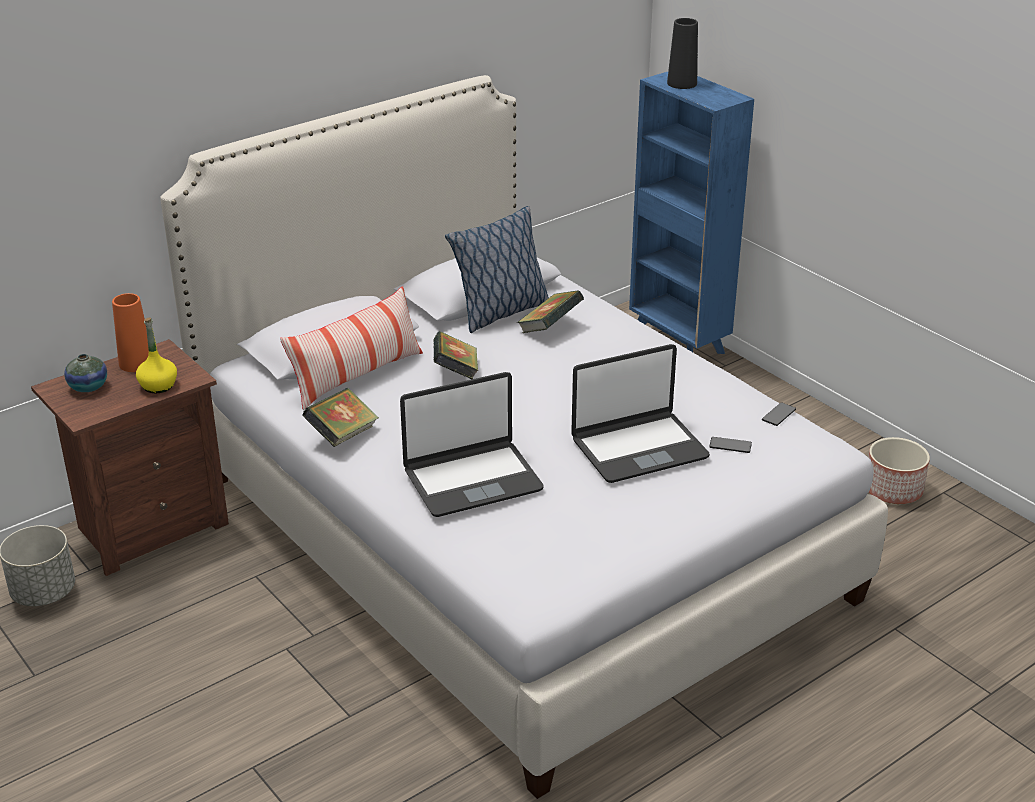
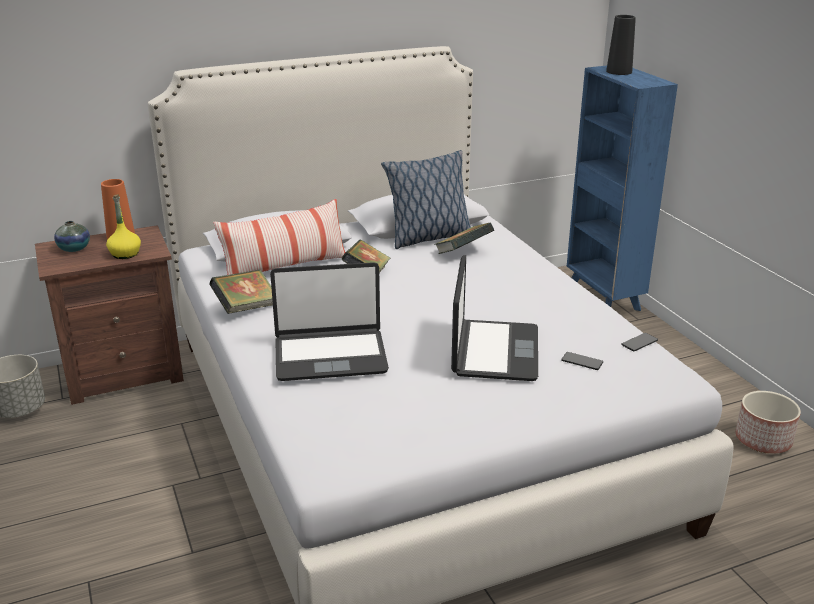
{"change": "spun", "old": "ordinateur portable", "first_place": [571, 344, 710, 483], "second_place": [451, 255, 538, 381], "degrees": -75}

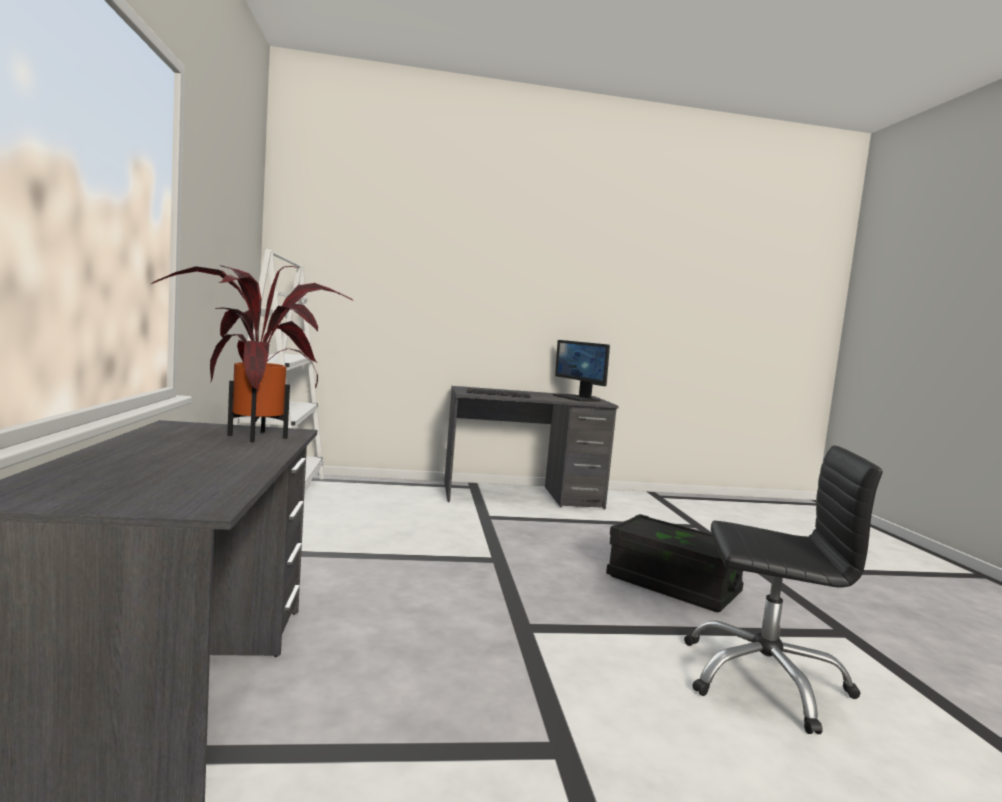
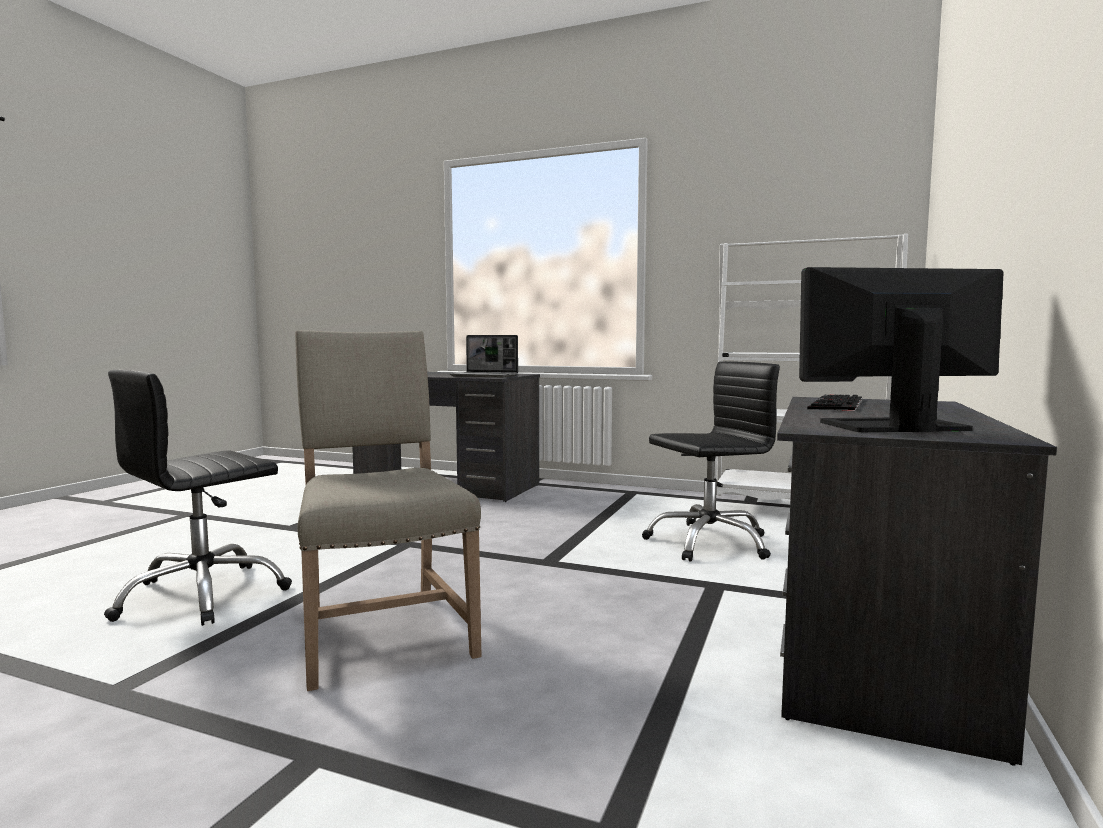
{"change": "appeared", "new": "chaise de bureau (noir)", "second_place": [642, 361, 780, 562]}
{"change": "exchanged", "old": "plante en pot", "new": "ordinateur portable", "first_place": [151, 265, 354, 442], "second_place": [450, 335, 518, 377]}
{"change": "exchanged", "old": "boîte de rangement (noir)", "new": "chaise (beige)", "first_place": [606, 514, 744, 612], "second_place": [295, 330, 481, 691]}

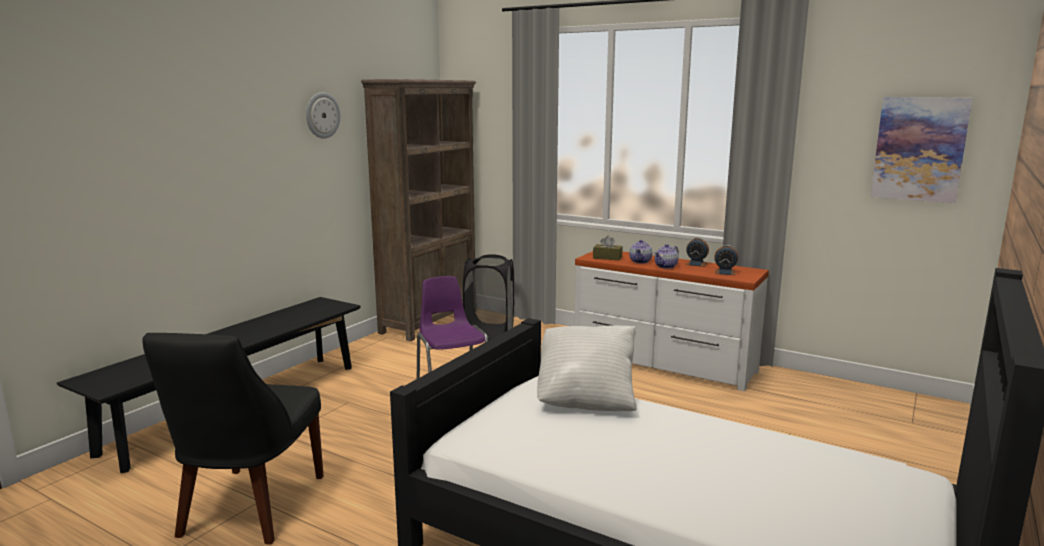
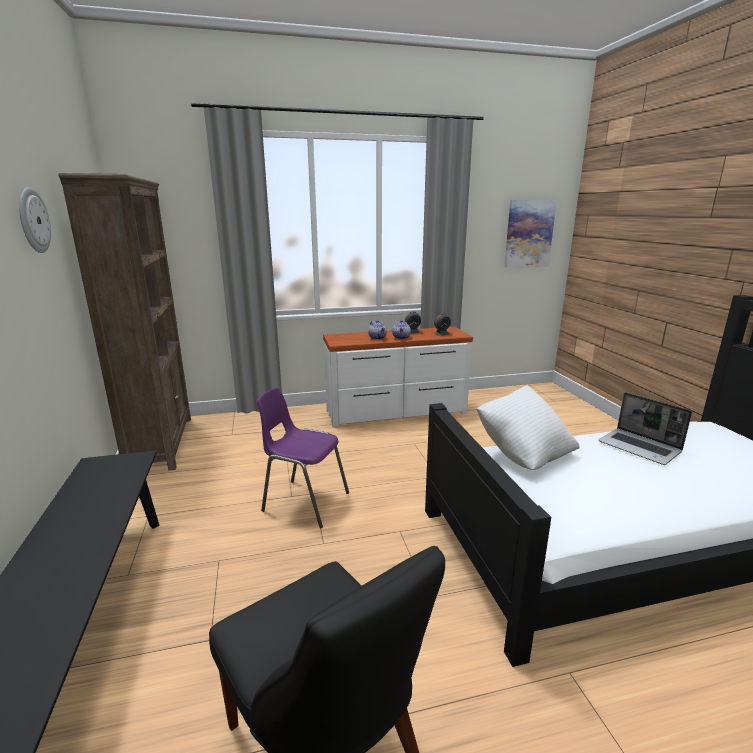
{"change": "missing", "old": "panier à linge (noir)", "first_place": [463, 254, 514, 341]}
{"change": "missing", "old": "boîte à mouchoirs (marron)", "first_place": [593, 236, 623, 260]}
{"change": "appeared", "new": "ordinateur portable", "second_place": [598, 392, 692, 465]}

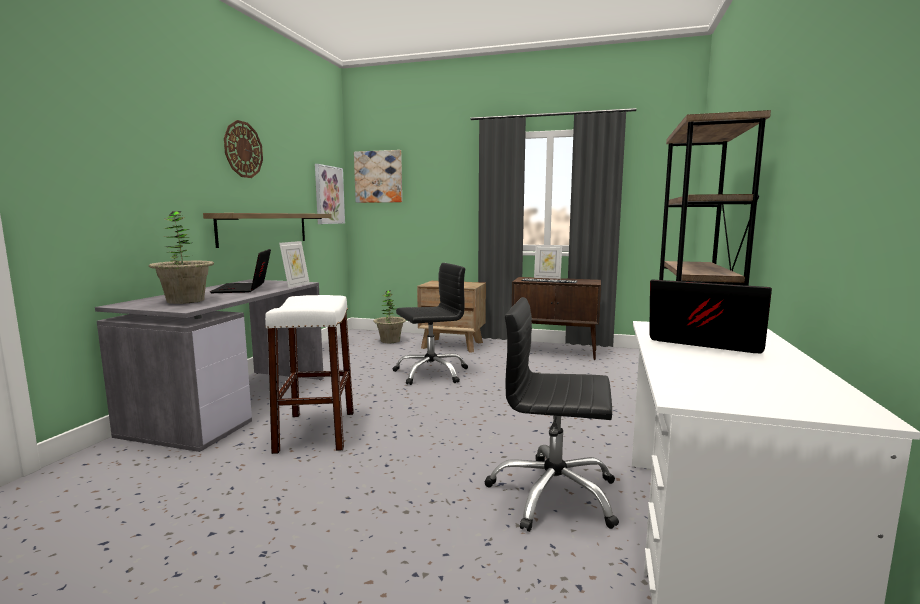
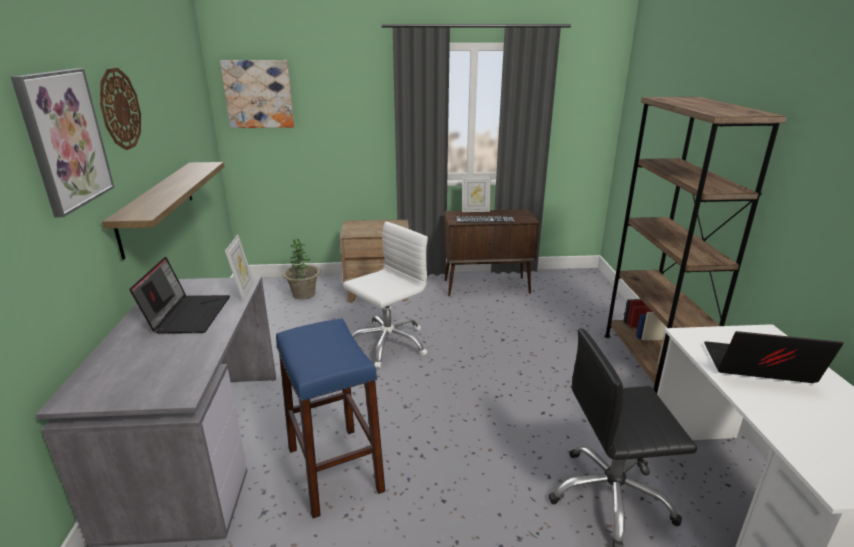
{"change": "missing", "old": "plante en pot", "first_place": [149, 211, 214, 304]}
{"change": "relocated", "old": "tableau", "first_place": [315, 164, 345, 224], "second_place": [11, 68, 114, 217]}
{"change": "colour", "old": "tabouret (blanc)", "new": "tabouret (bleu)", "first_place": [265, 295, 354, 454], "second_place": [276, 319, 385, 518]}
{"change": "colour", "old": "chaise de bureau (noir)", "new": "chaise de bureau (blanc)", "first_place": [393, 263, 468, 385], "second_place": [343, 221, 428, 368]}
{"change": "spun", "old": "ordinateur portable", "first_place": [210, 249, 271, 293], "second_place": [129, 257, 230, 334], "degrees": -150}

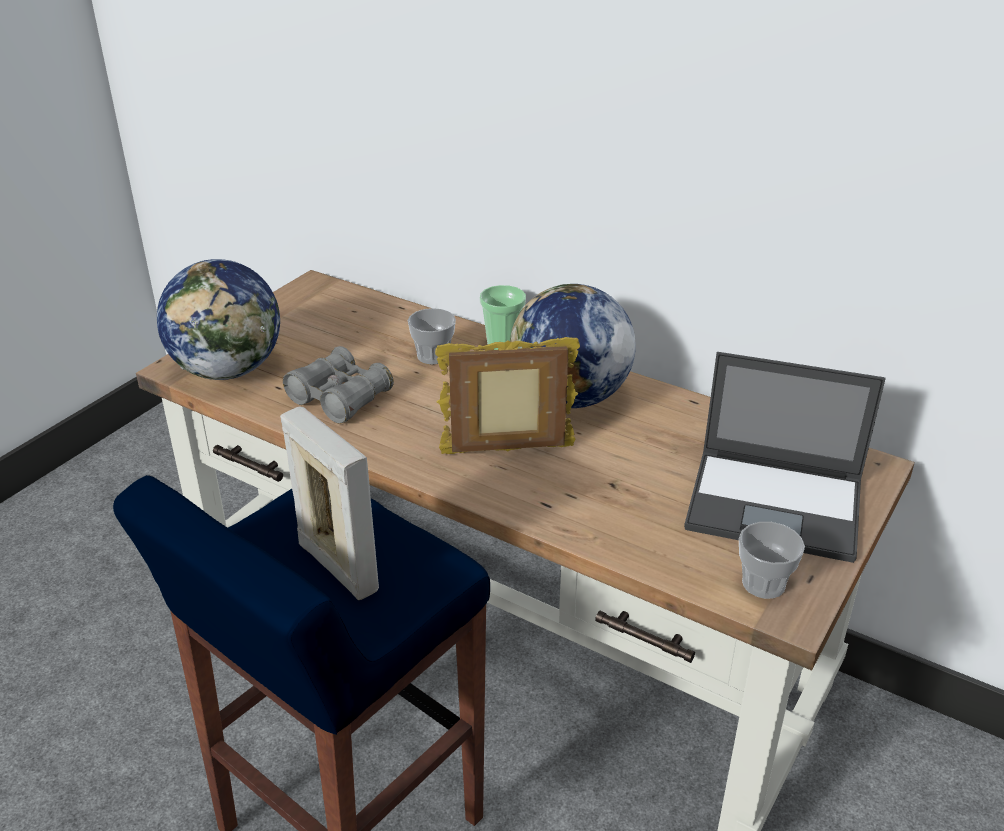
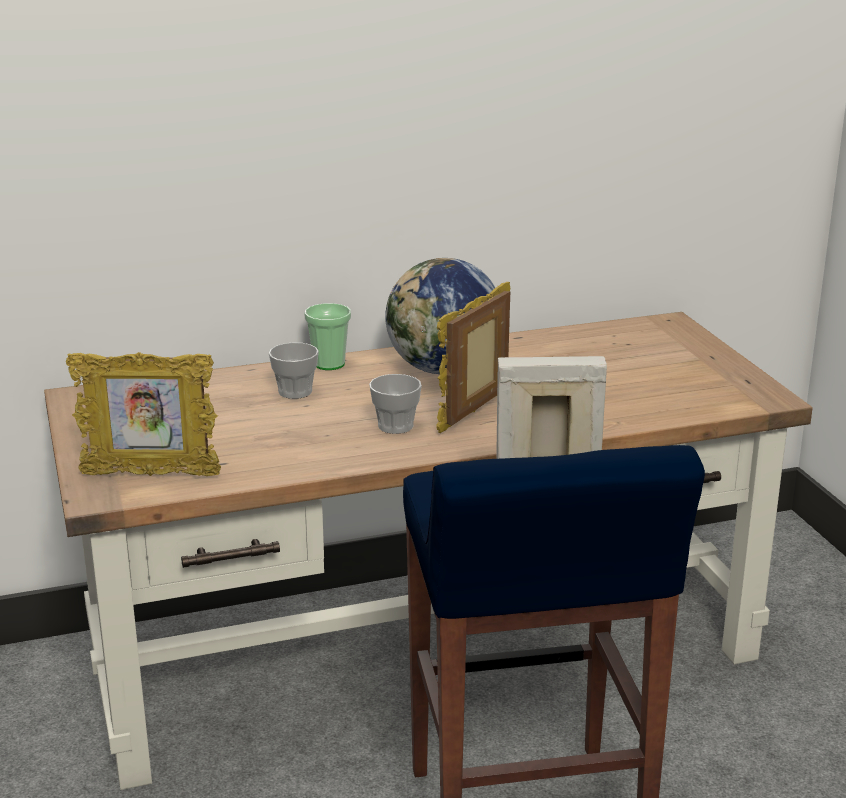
{"change": "missing", "old": "jumelles (gris)", "first_place": [283, 346, 394, 424]}
{"change": "missing", "old": "ordinateur portable", "first_place": [684, 352, 886, 563]}
{"change": "relocated", "old": "tasse", "first_place": [739, 522, 805, 599], "second_place": [369, 374, 422, 434]}
{"change": "exchanged", "old": "globe", "new": "cadre photo", "first_place": [157, 259, 280, 380], "second_place": [66, 352, 221, 476]}

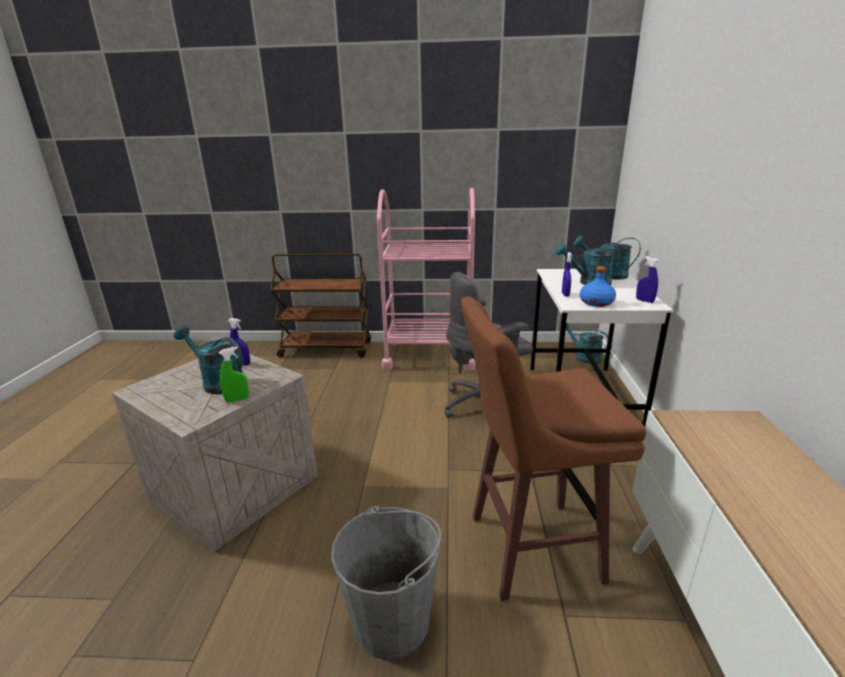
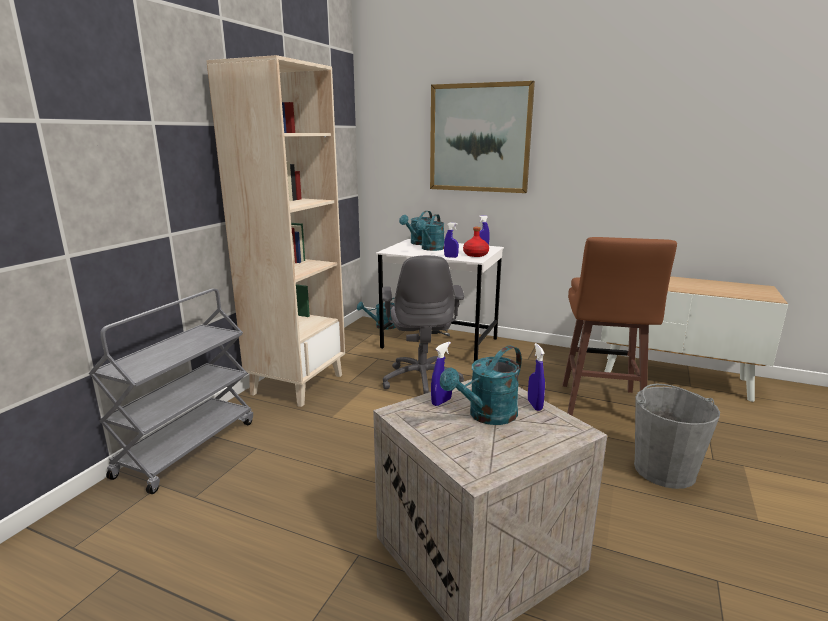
{"change": "appeared", "new": "tableau", "second_place": [430, 81, 535, 193]}
{"change": "exchanged", "old": "chariot (rose)", "new": "bibliothèque (beige)", "first_place": [377, 188, 475, 371], "second_place": [206, 55, 345, 407]}
{"change": "colour", "old": "vaporisateur (vert)", "new": "vaporisateur (bleu)", "first_place": [219, 347, 249, 403], "second_place": [528, 343, 545, 411]}
{"change": "colour", "old": "chariot (marron)", "new": "chariot (gris)", "first_place": [270, 254, 371, 358], "second_place": [89, 288, 253, 494]}
{"change": "colour", "old": "bouteille (bleu)", "new": "bouteille (rouge)", "first_place": [580, 266, 616, 307], "second_place": [463, 227, 489, 257]}

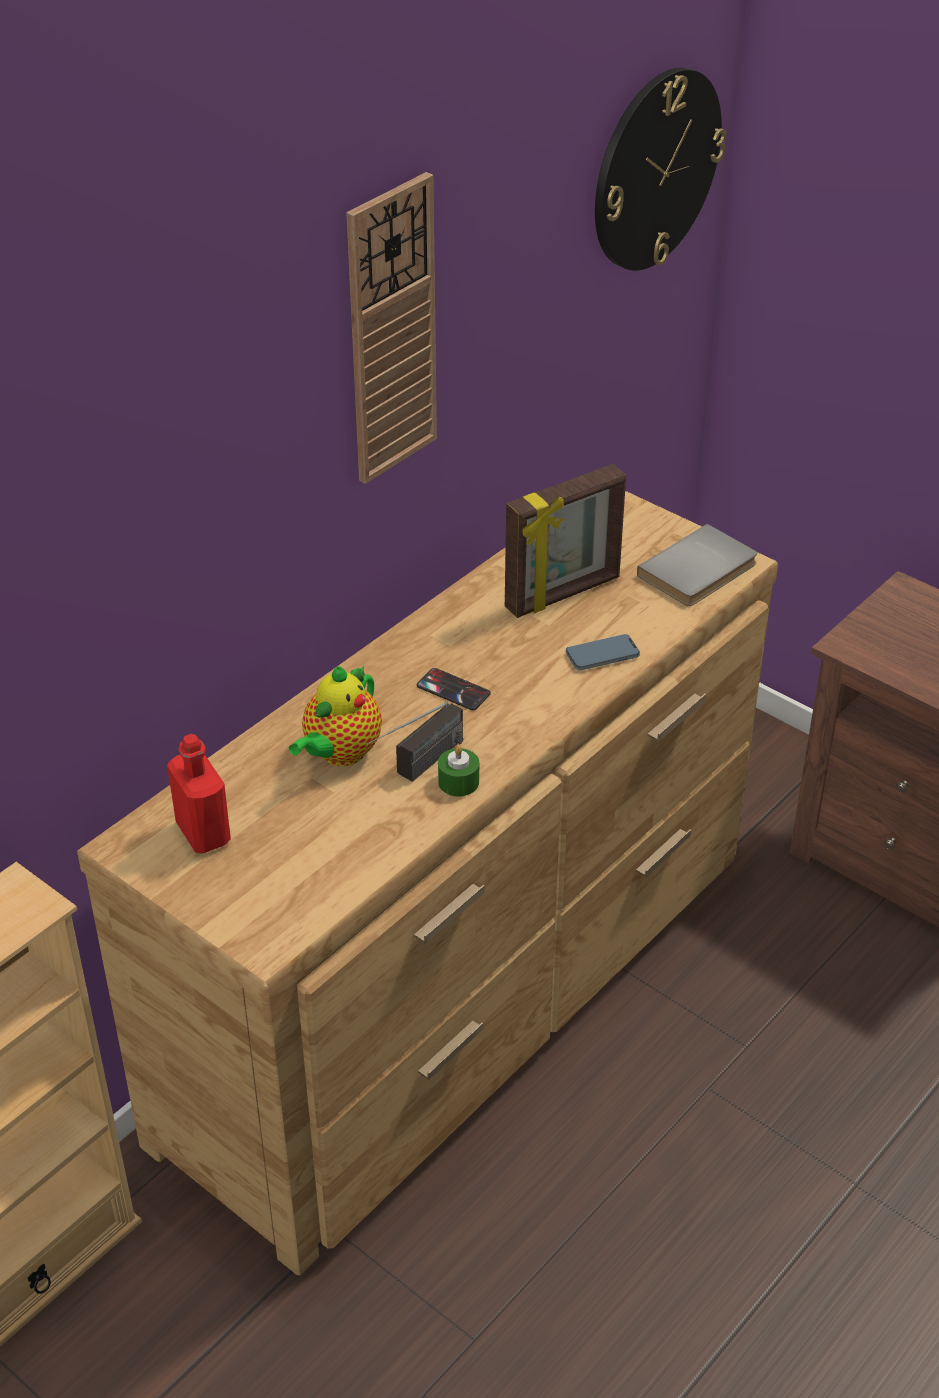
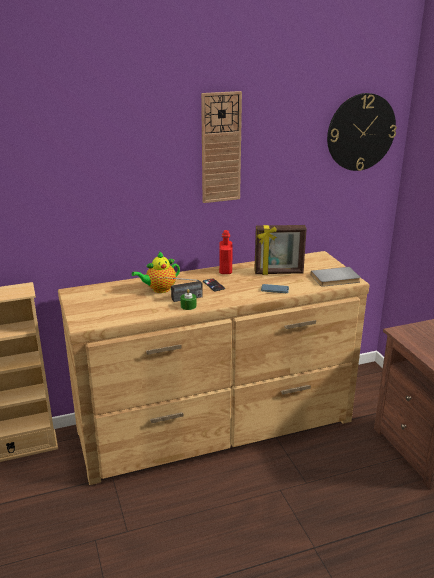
{"change": "relocated", "old": "bouteille (rouge)", "first_place": [167, 734, 231, 853], "second_place": [219, 230, 233, 274]}

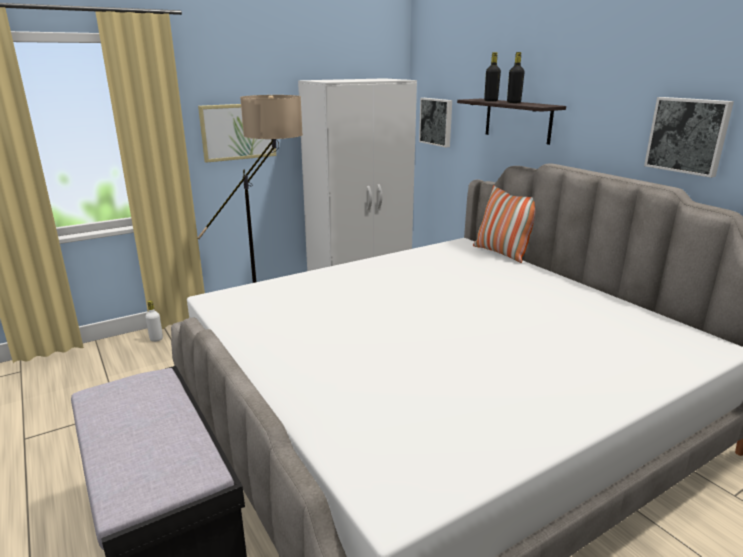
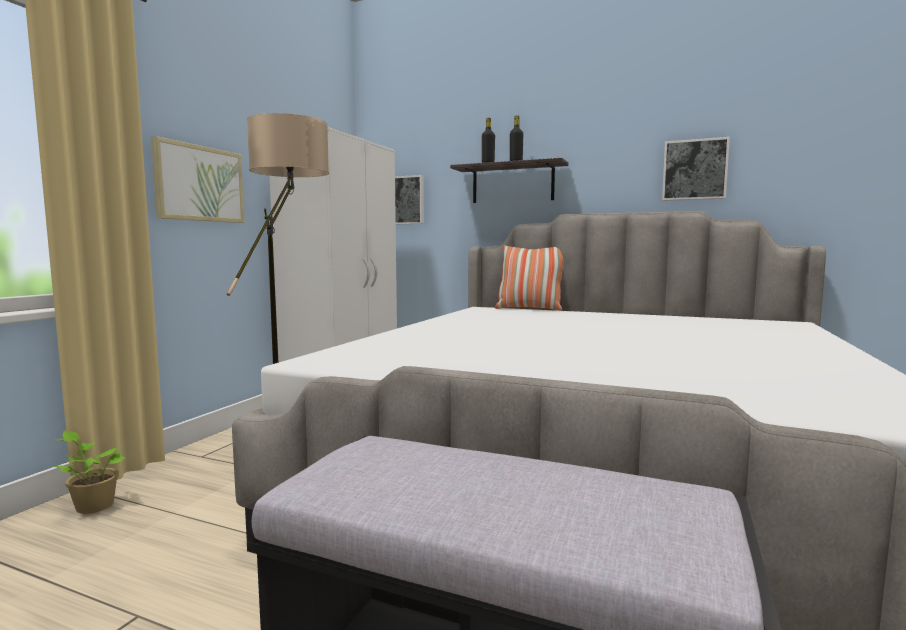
{"change": "exchanged", "old": "bouteille (blanc)", "new": "plante en pot", "first_place": [145, 300, 163, 342], "second_place": [54, 430, 125, 514]}

